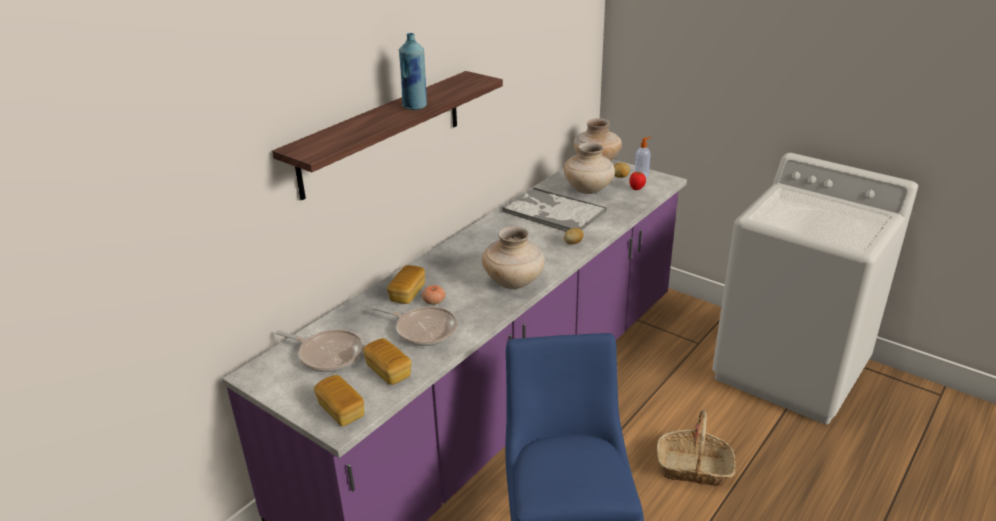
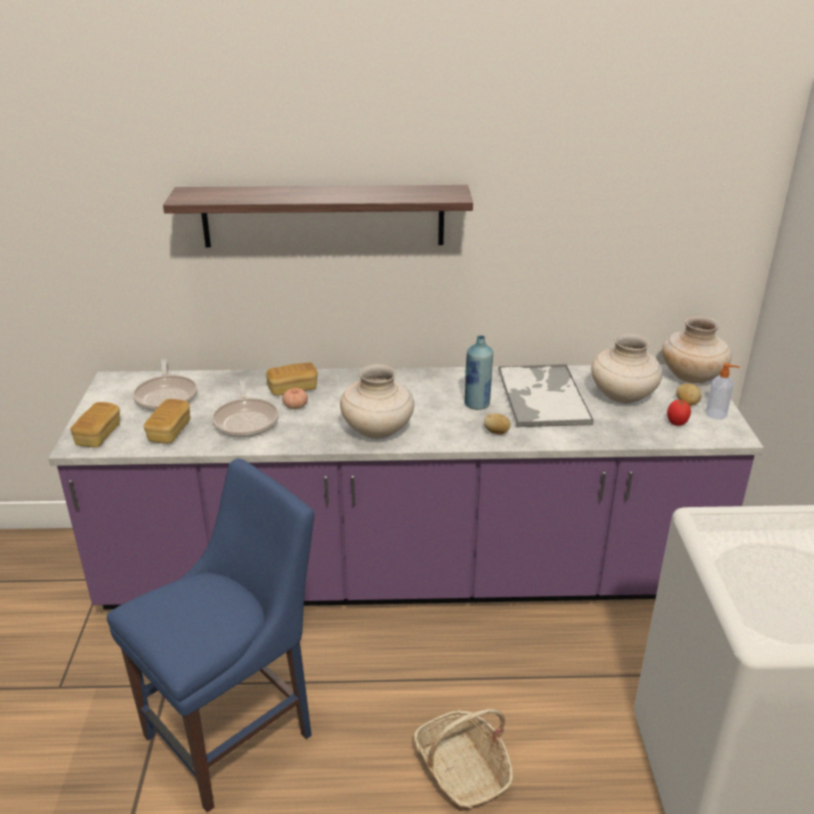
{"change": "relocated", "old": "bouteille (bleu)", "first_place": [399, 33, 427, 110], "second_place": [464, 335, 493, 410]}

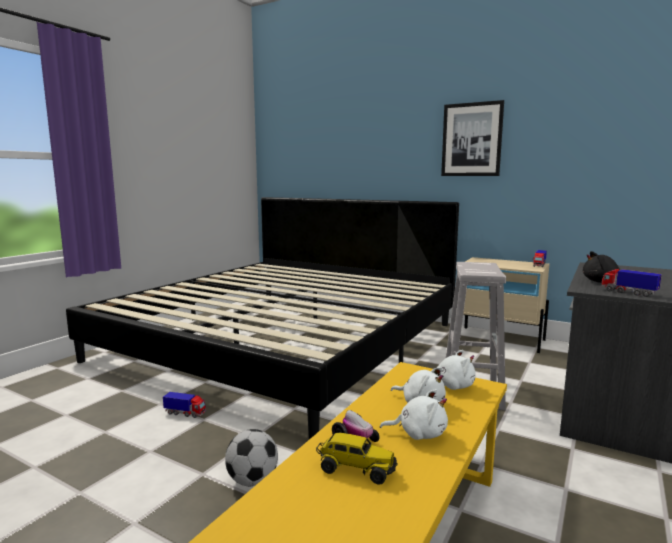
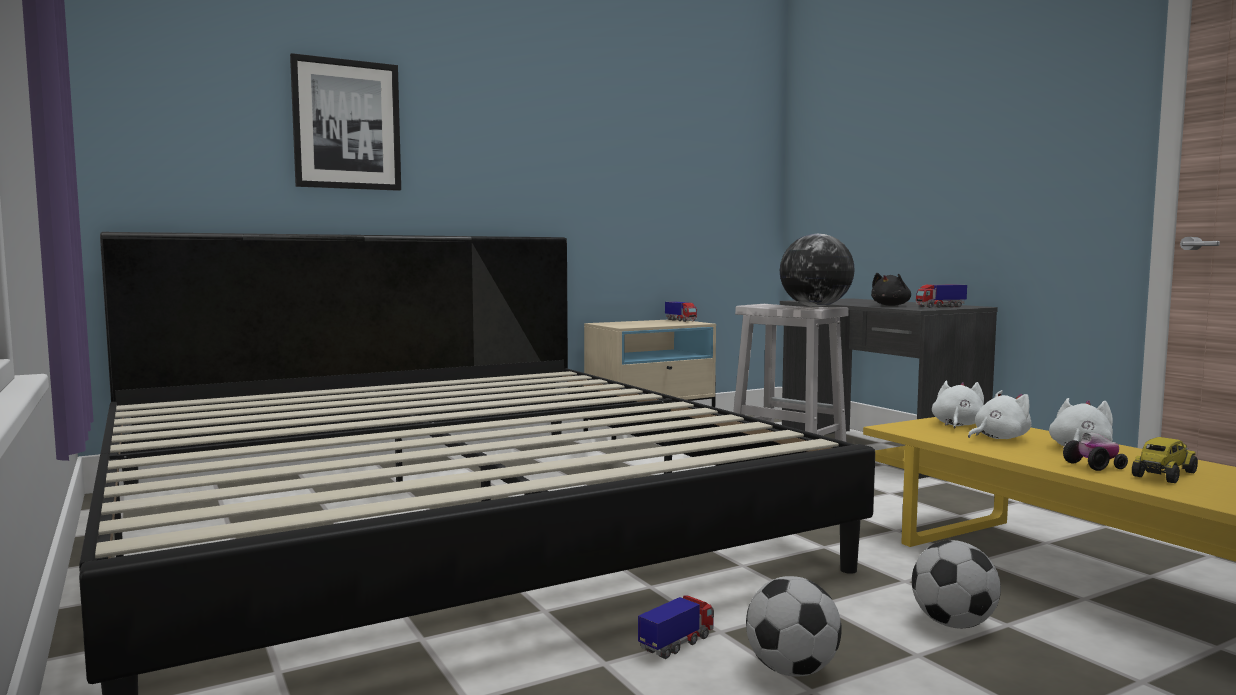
{"change": "appeared", "new": "ballon de foot", "second_place": [746, 576, 842, 677]}
{"change": "appeared", "new": "globe", "second_place": [780, 234, 855, 307]}
{"change": "relocated", "old": "tableau", "first_place": [441, 100, 504, 176], "second_place": [290, 53, 401, 191]}

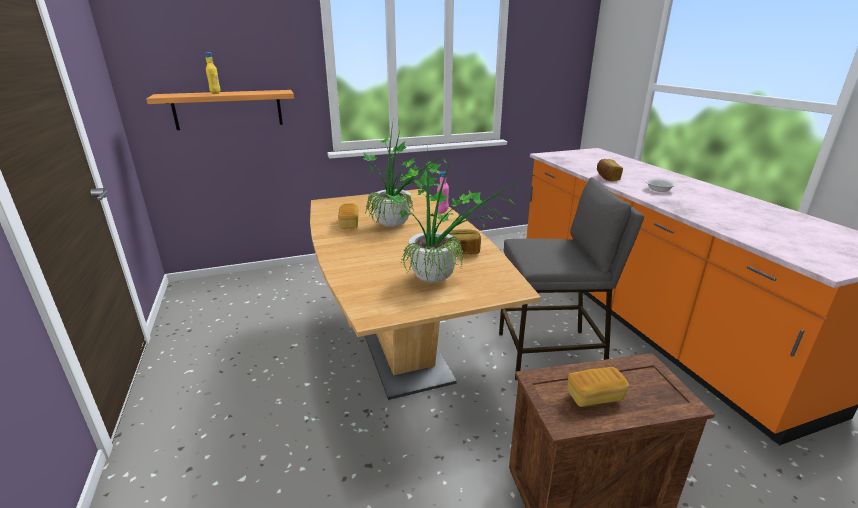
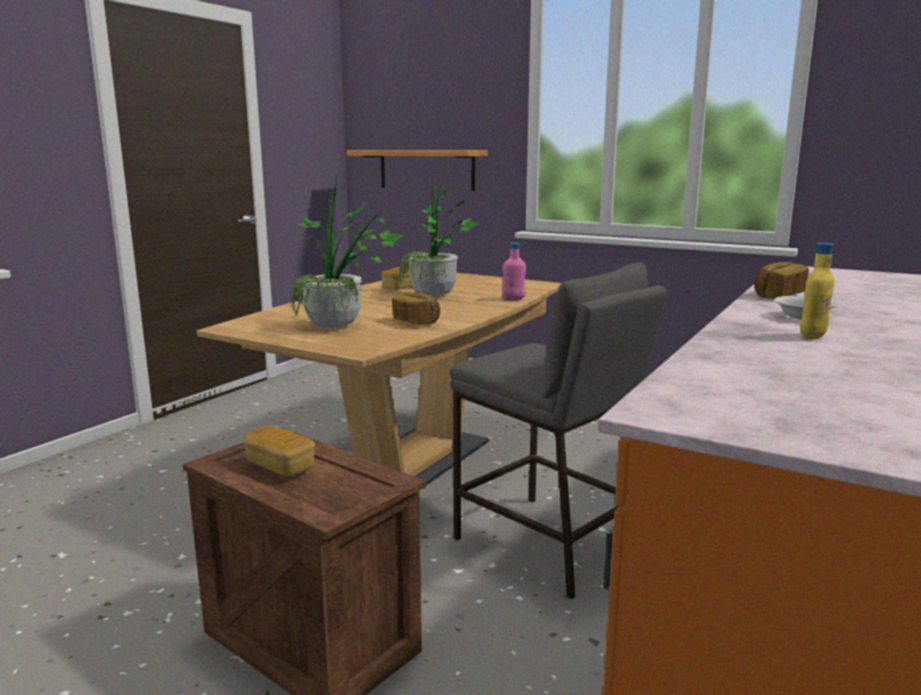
{"change": "relocated", "old": "bouteille (jaune)", "first_place": [205, 53, 220, 94], "second_place": [800, 243, 834, 339]}

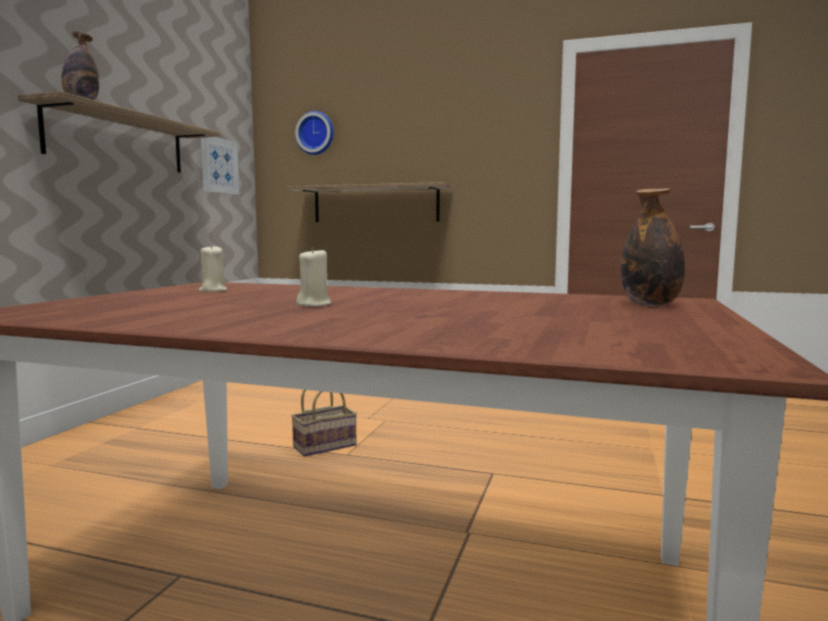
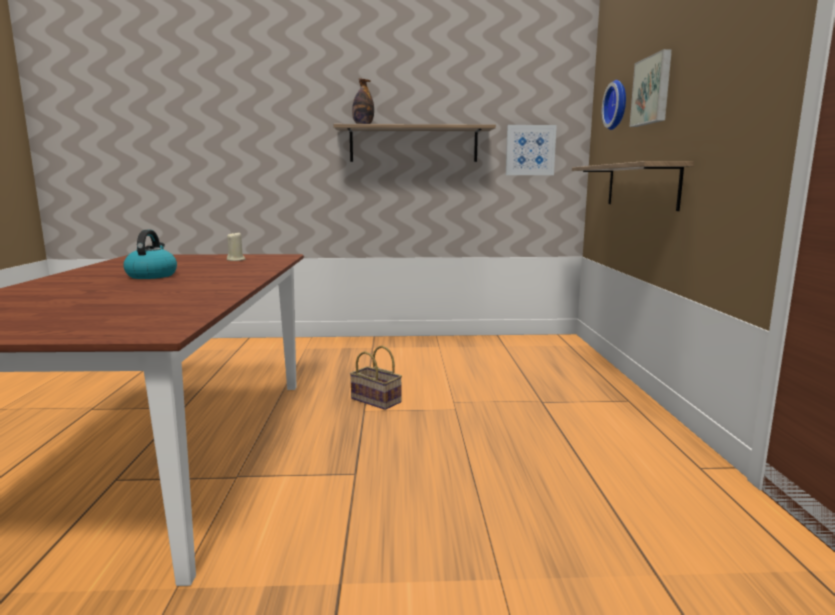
{"change": "missing", "old": "bouteille", "first_place": [621, 189, 685, 306]}
{"change": "appeared", "new": "tableau", "second_place": [630, 49, 672, 127]}
{"change": "exchanged", "old": "bougie (beige)", "new": "bouilloire", "first_place": [296, 247, 331, 307], "second_place": [123, 230, 177, 279]}

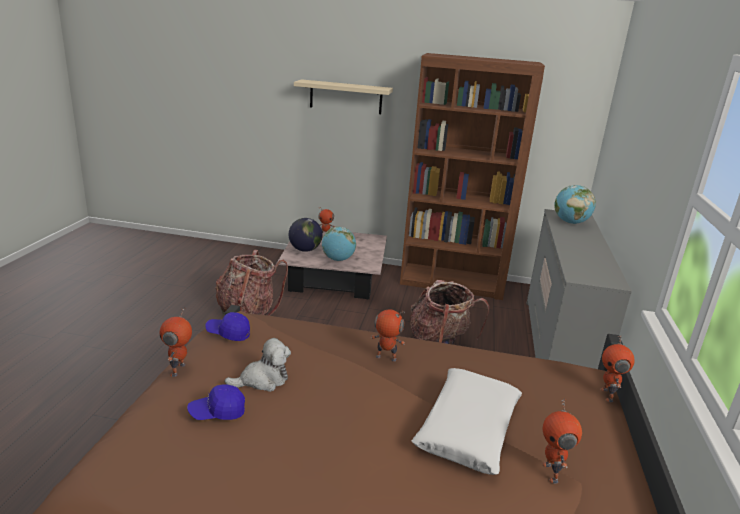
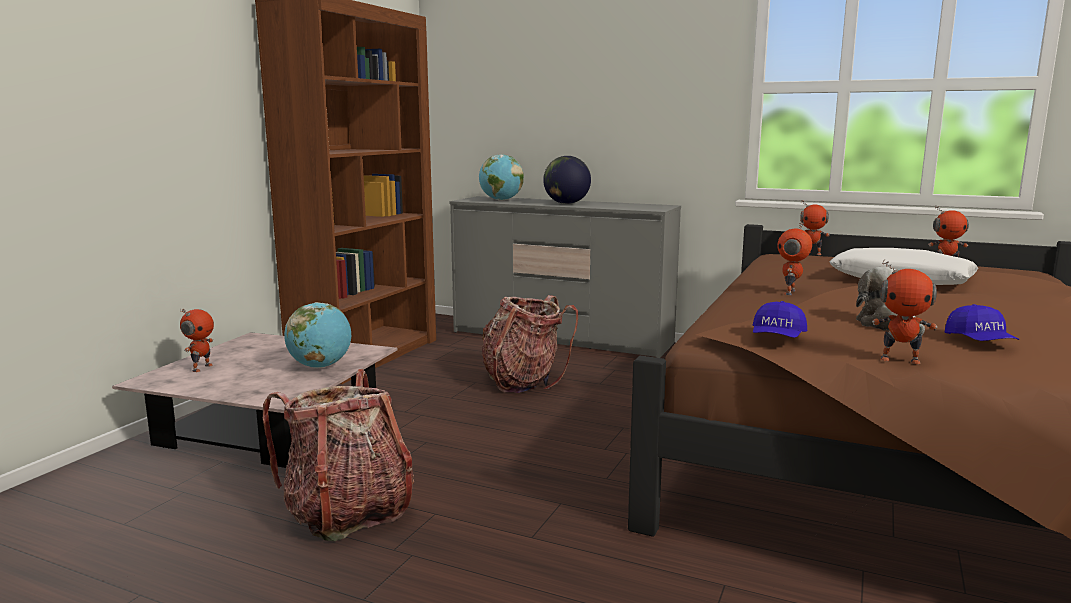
{"change": "missing", "old": "étagère (beige)", "first_place": [294, 79, 393, 114]}
{"change": "relocated", "old": "globe", "first_place": [289, 218, 323, 252], "second_place": [543, 156, 591, 204]}

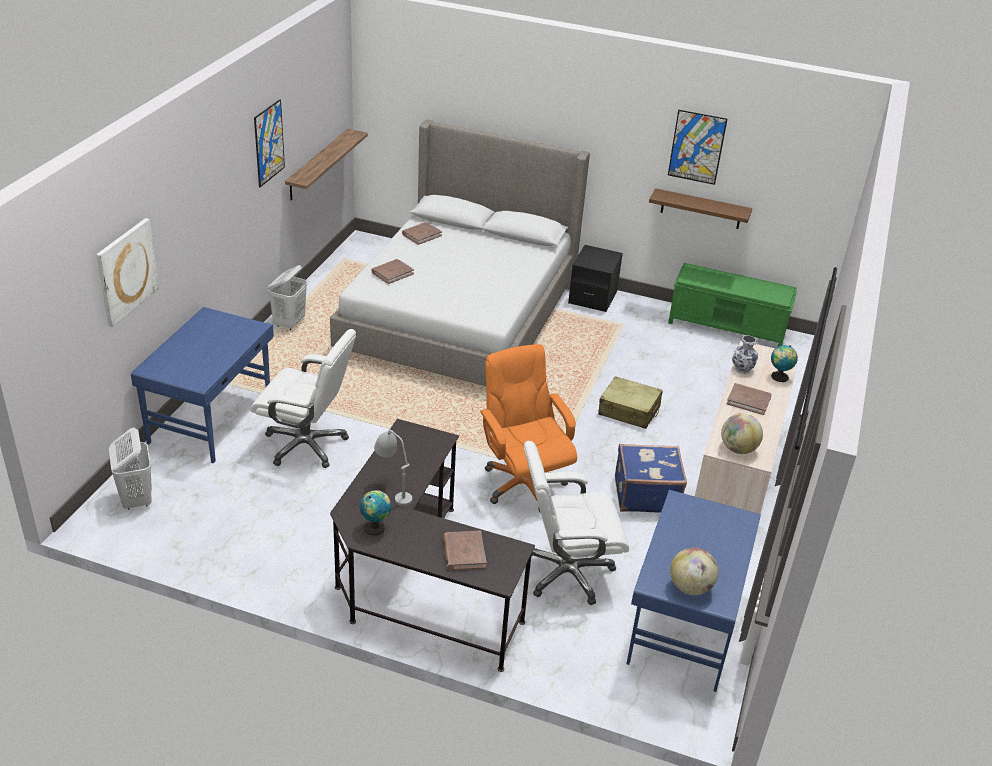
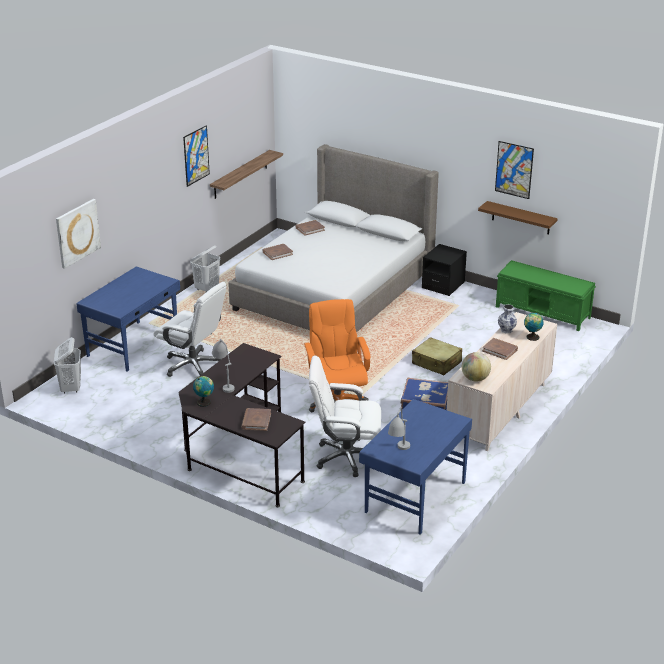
{"change": "exchanged", "old": "globe", "new": "lampe de table (gris)", "first_place": [670, 547, 718, 595], "second_place": [388, 407, 410, 450]}

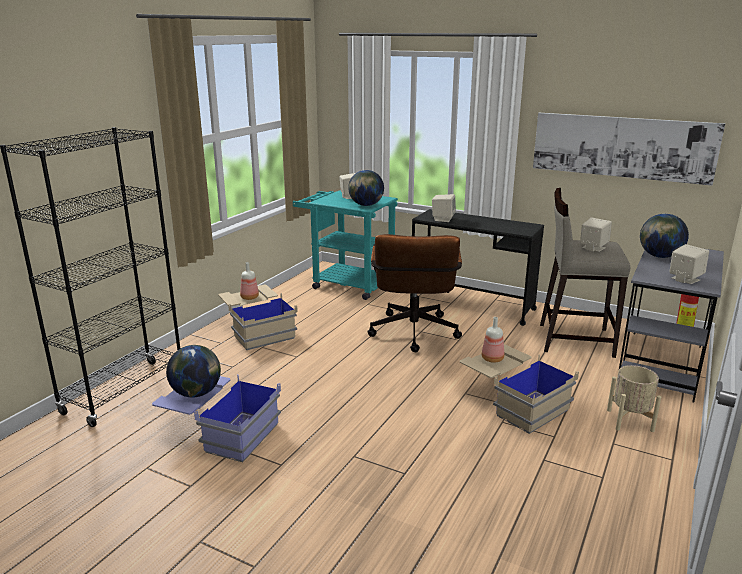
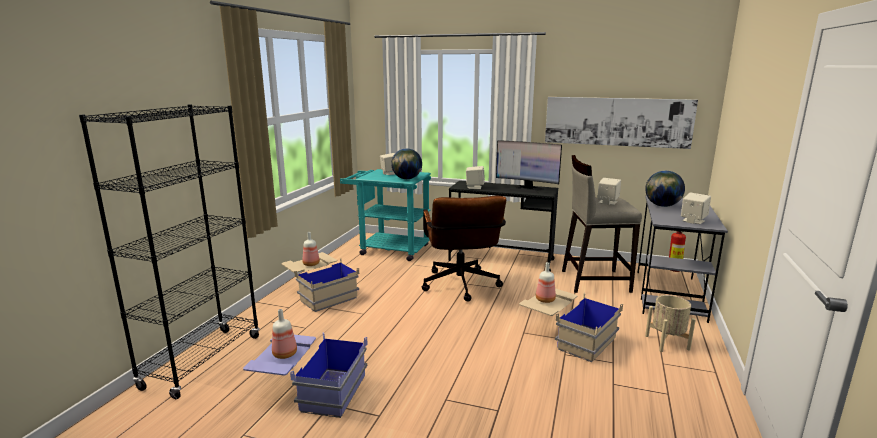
{"change": "appeared", "new": "écran d'ordinateur", "second_place": [496, 140, 562, 194]}
{"change": "exchanged", "old": "globe", "new": "bouteille", "first_place": [166, 345, 221, 397], "second_place": [272, 309, 297, 359]}

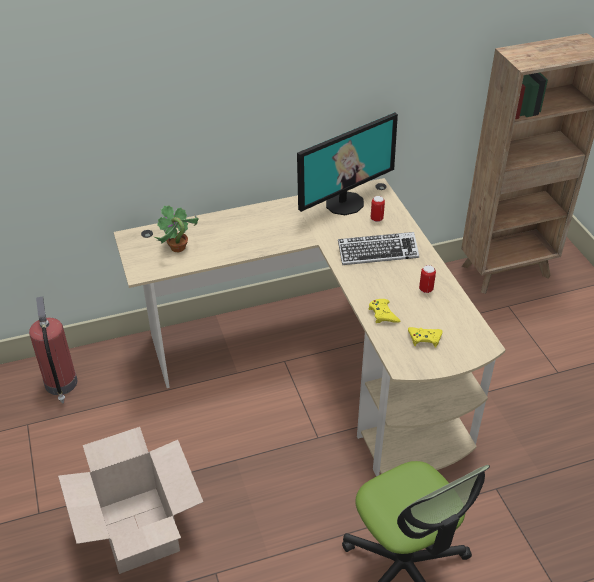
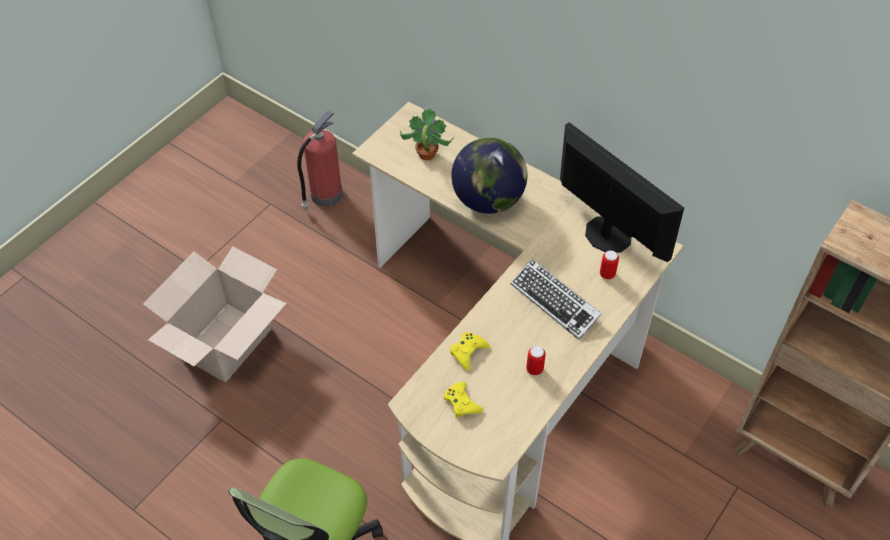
{"change": "appeared", "new": "globe", "second_place": [451, 137, 527, 214]}
{"change": "spun", "old": "écran d'ordinateur", "first_place": [297, 112, 398, 215], "second_place": [560, 122, 684, 262], "degrees": -150}

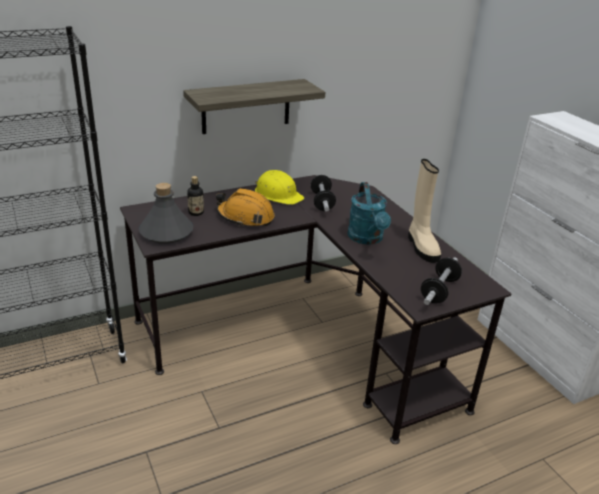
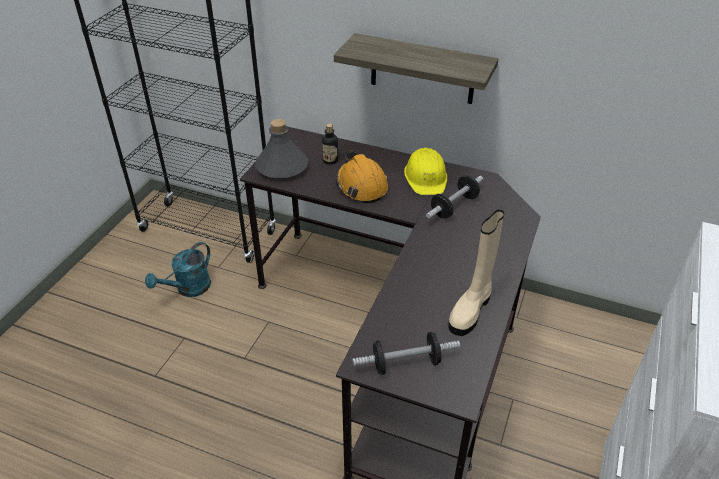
{"change": "relocated", "old": "arrosoir (turquoise)", "first_place": [348, 182, 391, 245], "second_place": [145, 242, 211, 297]}

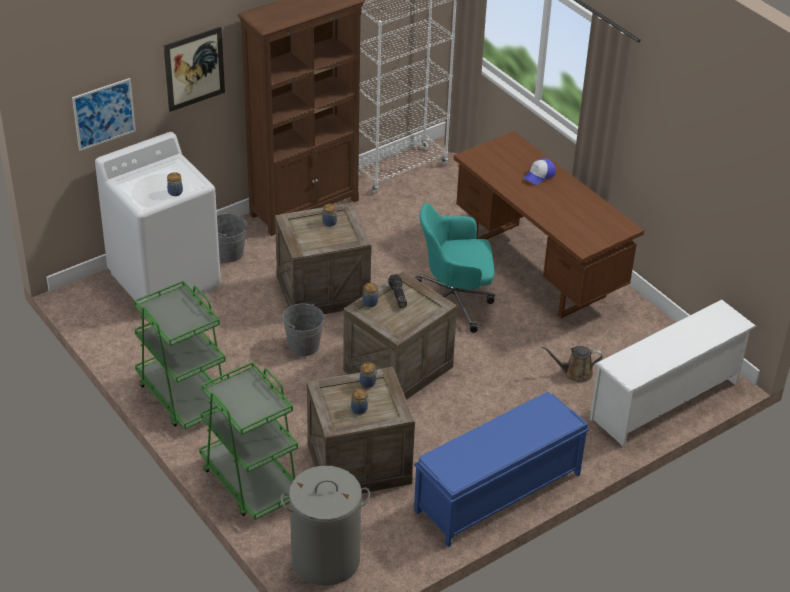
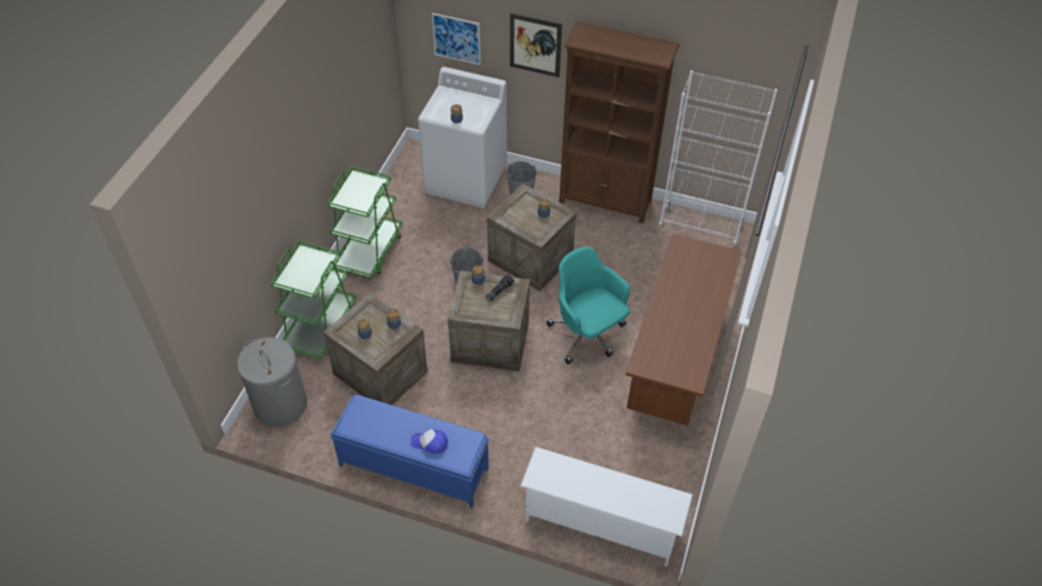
{"change": "missing", "old": "arrosoir (marron)", "first_place": [541, 346, 603, 383]}
{"change": "relocated", "old": "casquette", "first_place": [523, 158, 556, 185], "second_place": [411, 429, 448, 454]}

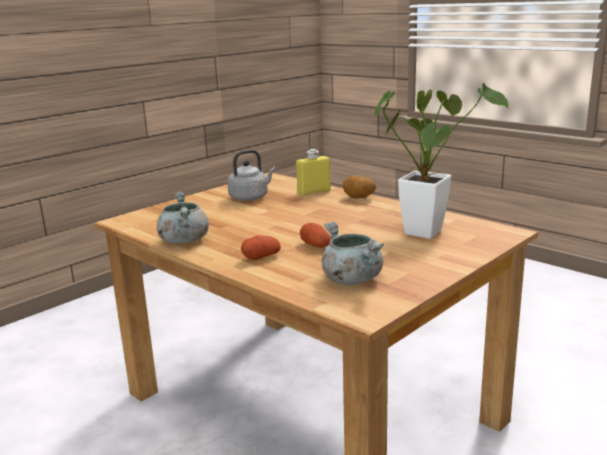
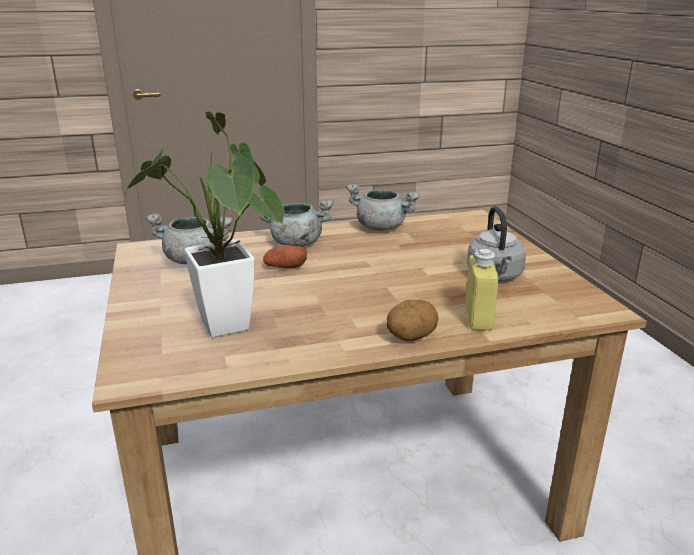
{"change": "exchanged", "old": "pomme de terre", "new": "marmite (gris)", "first_place": [241, 235, 281, 260], "second_place": [260, 199, 334, 247]}

